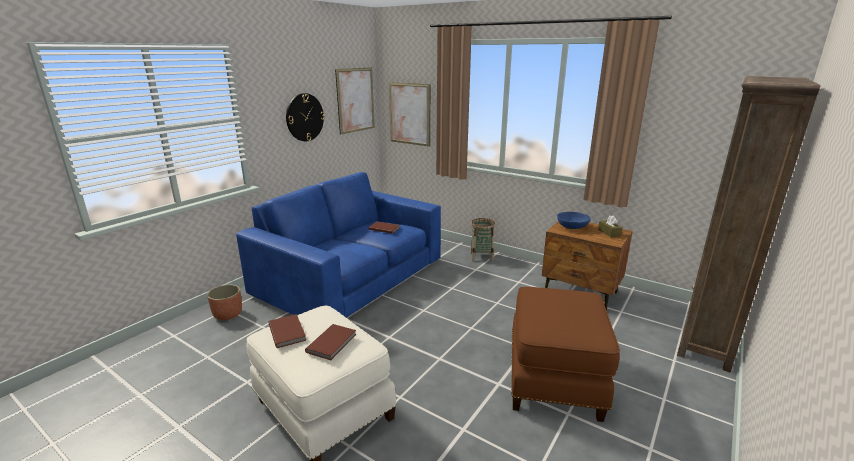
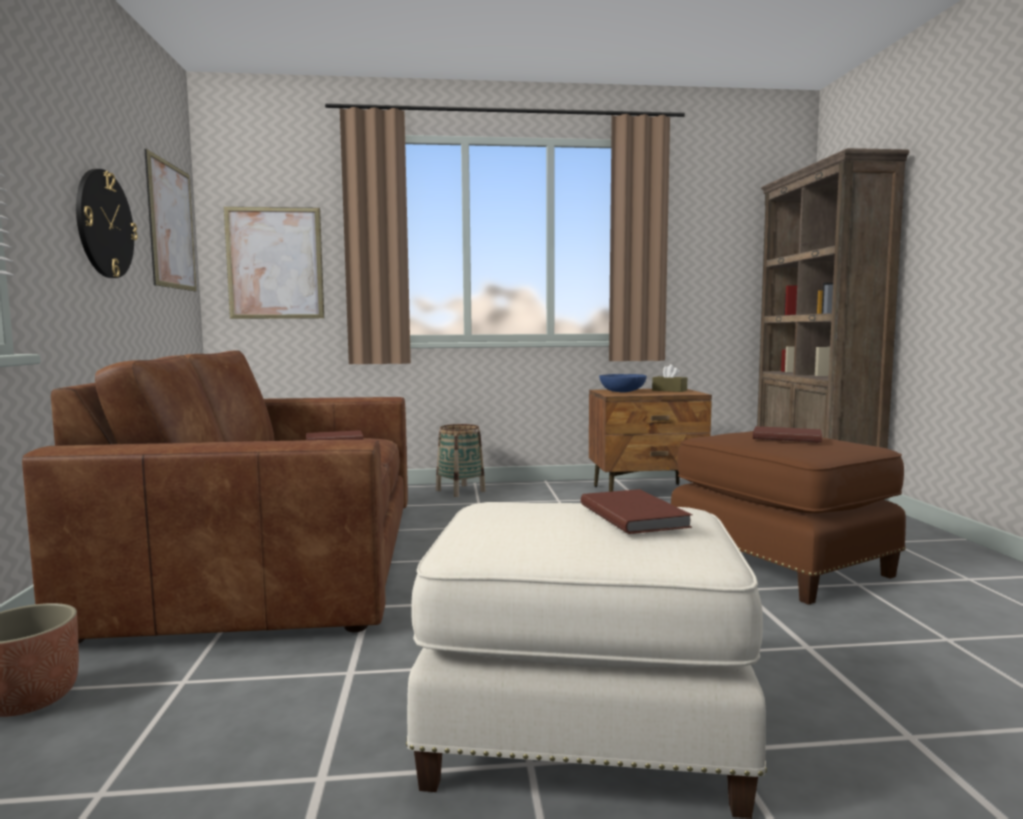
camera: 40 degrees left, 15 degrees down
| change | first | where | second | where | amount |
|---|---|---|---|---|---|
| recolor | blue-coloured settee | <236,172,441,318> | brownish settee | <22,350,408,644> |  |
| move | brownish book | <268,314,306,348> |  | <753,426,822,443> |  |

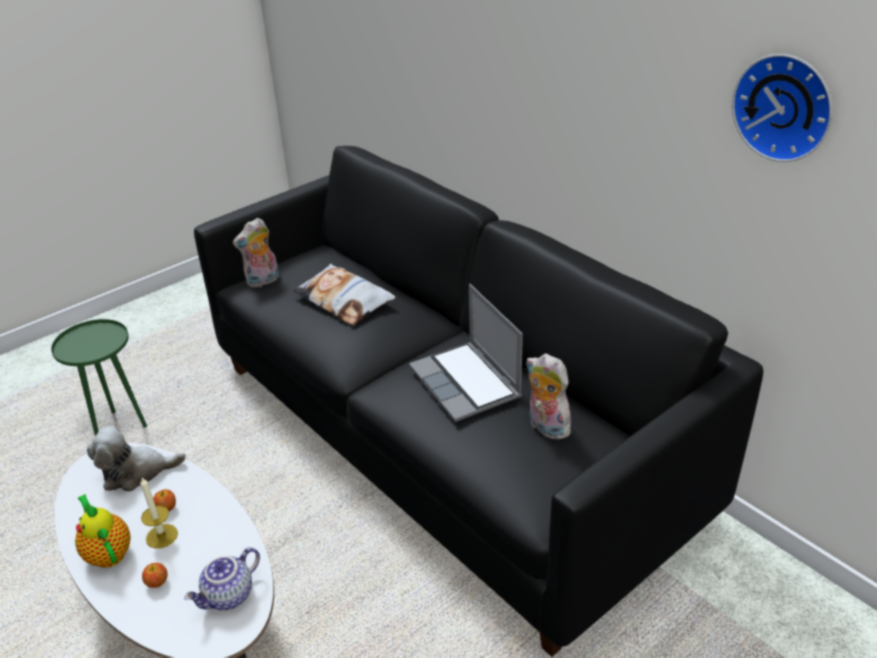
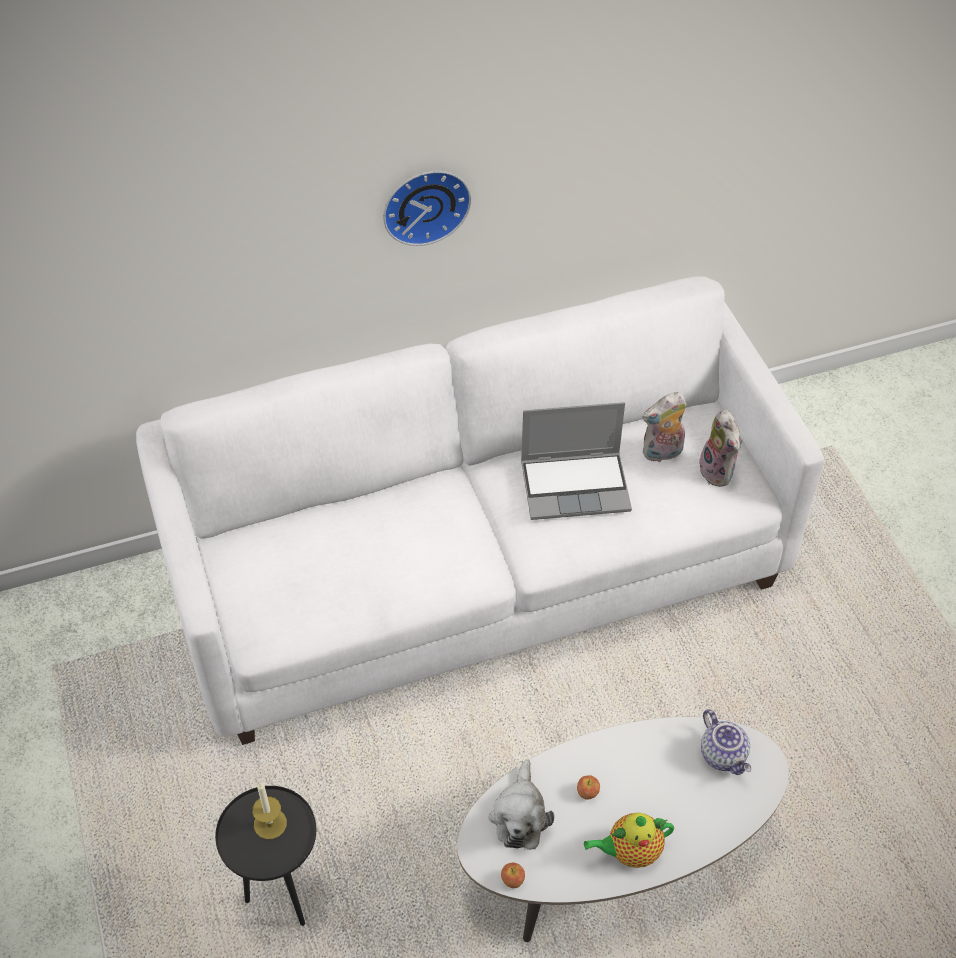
camera: 70 degrees left, 15 degrees up
| change | first | where | second | where | amount |
|---|---|---|---|---|---|
| recolor | greenish accent table | <51,319,147,436> | blackish accent table | <215,786,316,926> |  |
| move | wax candle | <140,478,178,549> |  | <252,782,287,839> |  |
| move | apple fruit | <142,563,168,588> |  | <501,863,525,888> |  |
| recolor | blackish settee | <194,146,763,657> | white settee | <136,276,824,745> |  |
| move | cuddly toy | <233,218,279,288> |  | <699,409,742,487> |  |
| delete | pillow | <293,264,395,325> |  |  |  |
| move | hanging clock | <732,54,833,162> |  | <383,171,471,246> |  |

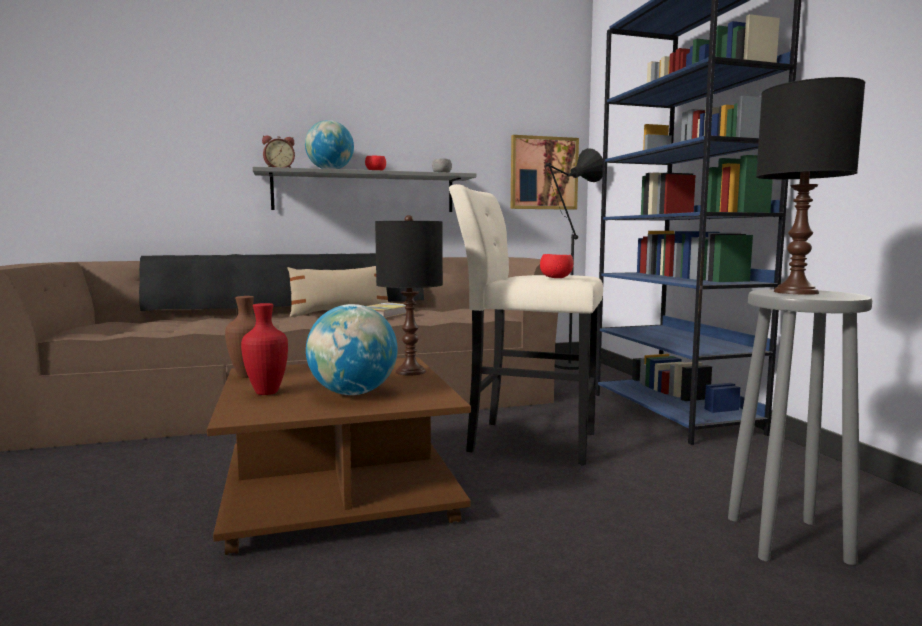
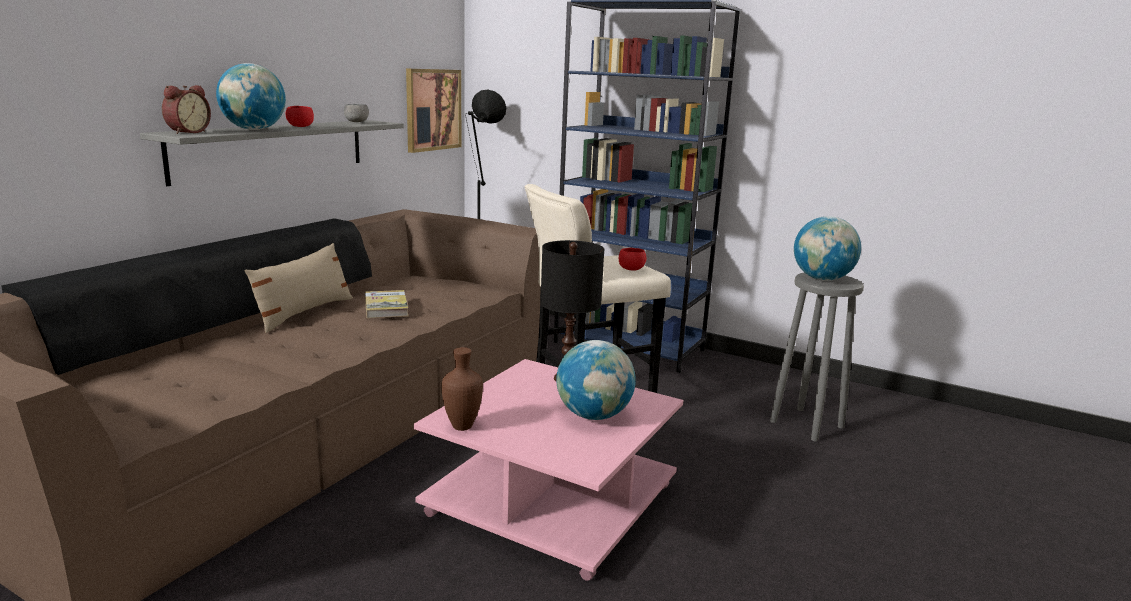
camera: 45 degrees left, 10 degrees up
| change | first | where | second | where | amount |
|---|---|---|---|---|---|
| recolor | brownish lounge table | <207,357,471,555> | pinkish lounge table | <414,359,683,581> |  |
| delete | reddish decorative vase | <241,303,288,395> |  |  |  |
| replace | blackish lamp for a table | <756,77,865,295> | desk globe | <794,216,861,280> |  |

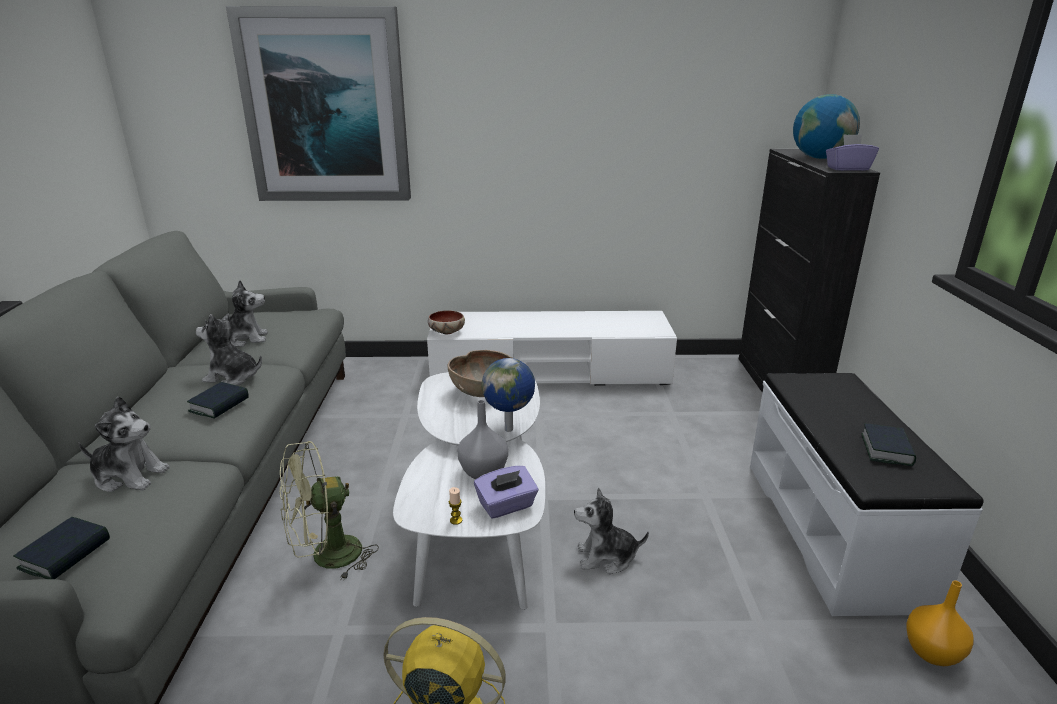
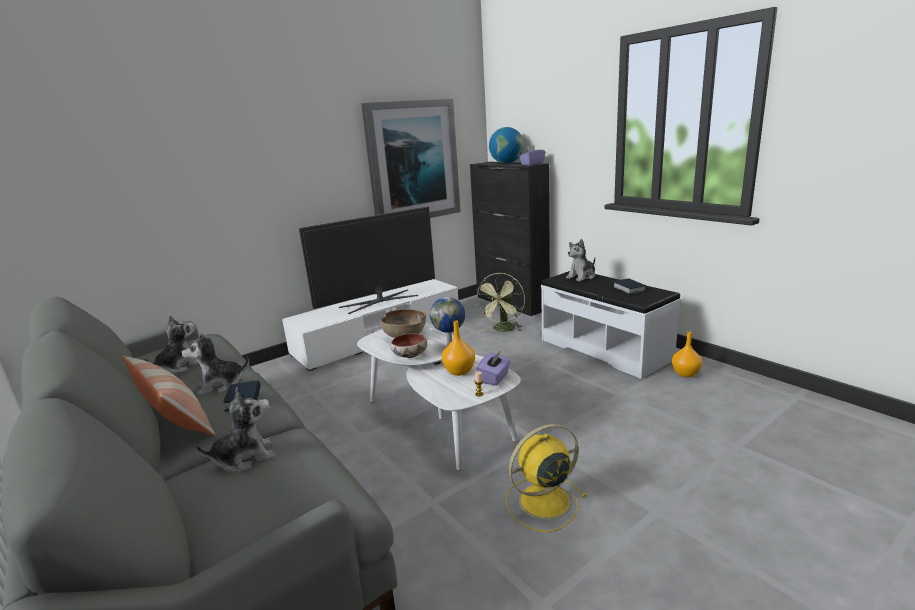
camera: 35 degrees left, 5 degrees down
| change | first | where | second | where | amount |
|---|---|---|---|---|---|
| delete | book | <14,517,110,579> |  |  |  |
| move | picture | <226,6,411,201> |  | <361,99,461,218> |  |
| move | greenish fan | <279,441,379,581> |  | <475,273,525,332> |  |
| move | deep dish | <428,310,465,335> |  | <390,334,427,358> |  |
| recolor | grey decorative vase | <458,400,508,479> | orange decorative vase | <442,320,475,376> |  |
| move | cuddly toy | <574,488,649,574> |  | <566,239,595,282> |  |
| insert |  |  | pillow | <122,355,215,436> |  |
| insert |  |  | TV | <299,206,435,314> |  |

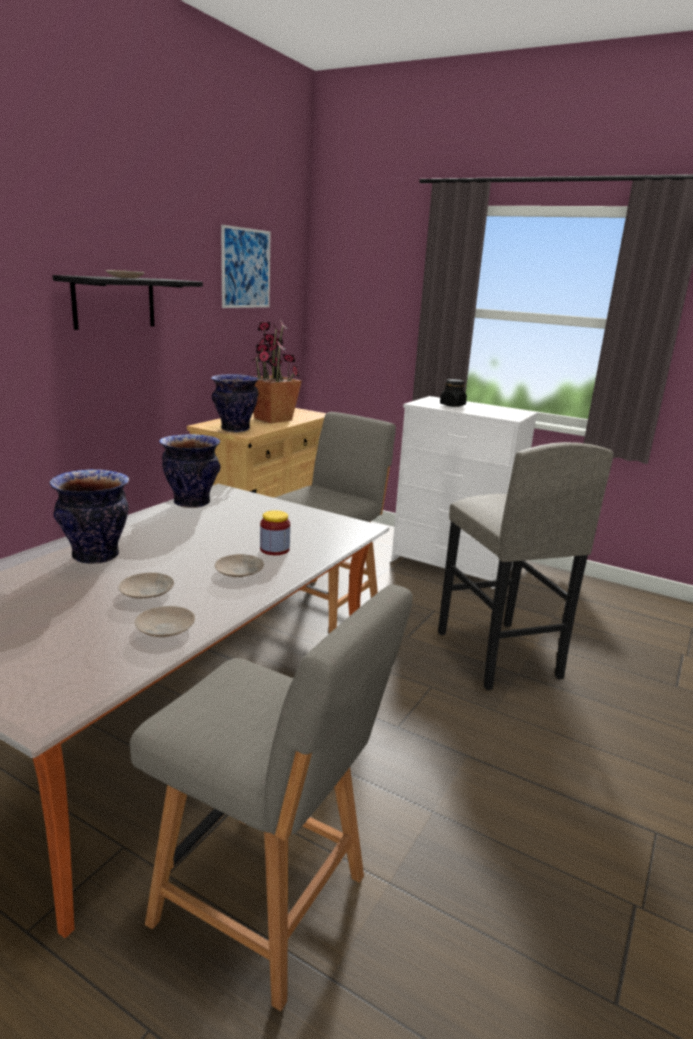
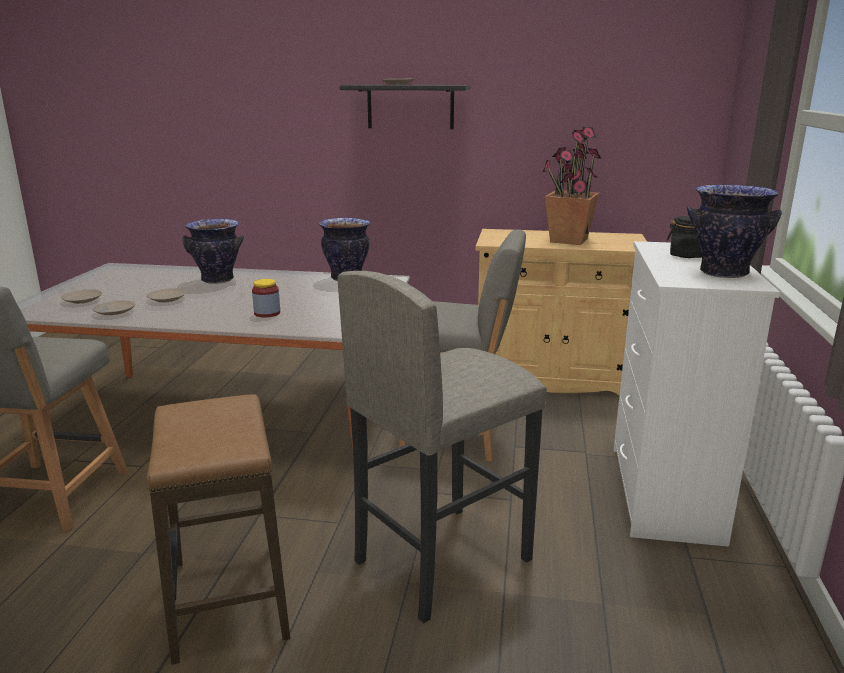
camera: 70 degrees right, 0 degrees up
| change | first | where | second | where | amount |
|---|---|---|---|---|---|
| move | decorative vase | <211,374,259,432> |  | <687,185,782,278> |  |
| move | beige-coloured dinner plate | <215,554,264,577> |  | <61,289,102,304> |  |
| delete | picture | <221,225,271,308> |  |  |  |
| insert |  |  | stool seat | <147,394,290,665> |  |

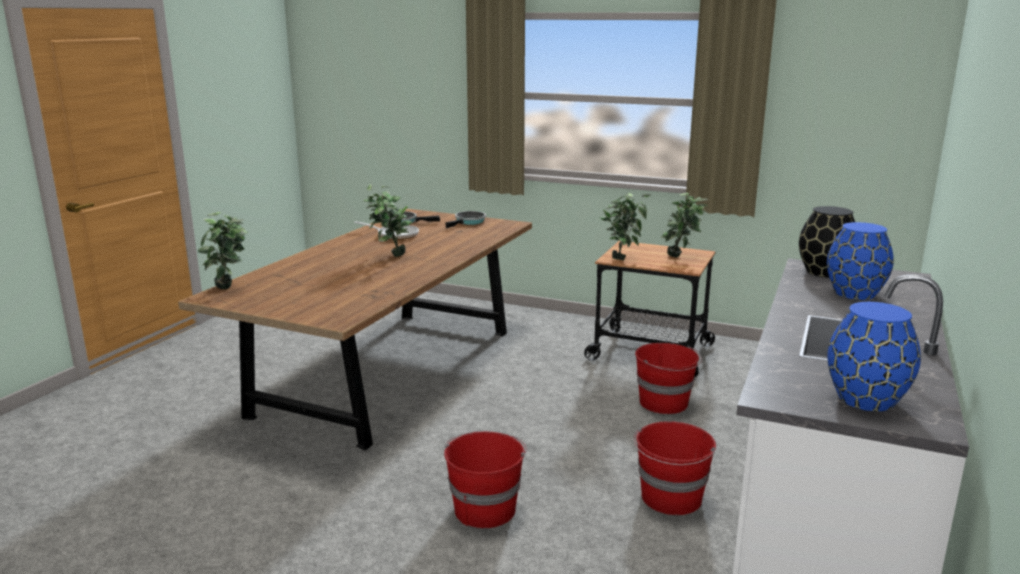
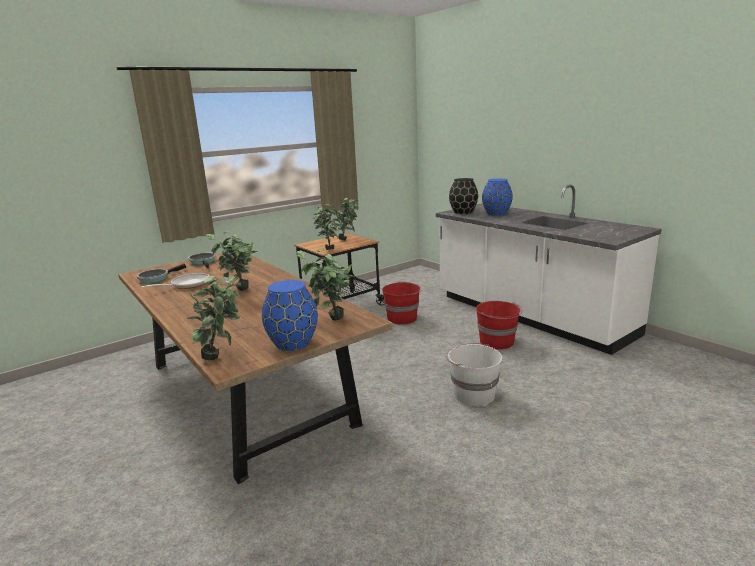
camera: 60 degrees left, 0 degrees up
| change | first | where | second | where | amount |
|---|---|---|---|---|---|
| recolor | reddish bucket | <444,431,527,528> | white bucket | <446,343,502,407> |  |
| move | blue-coloured decorative vase | <827,302,921,411> |  | <262,280,318,351> |  |
| insert |  |  | potted plant | <297,250,356,321> |  |

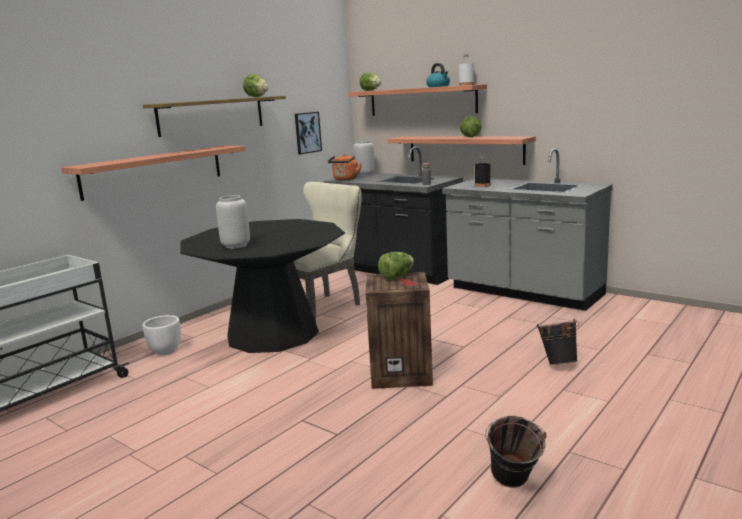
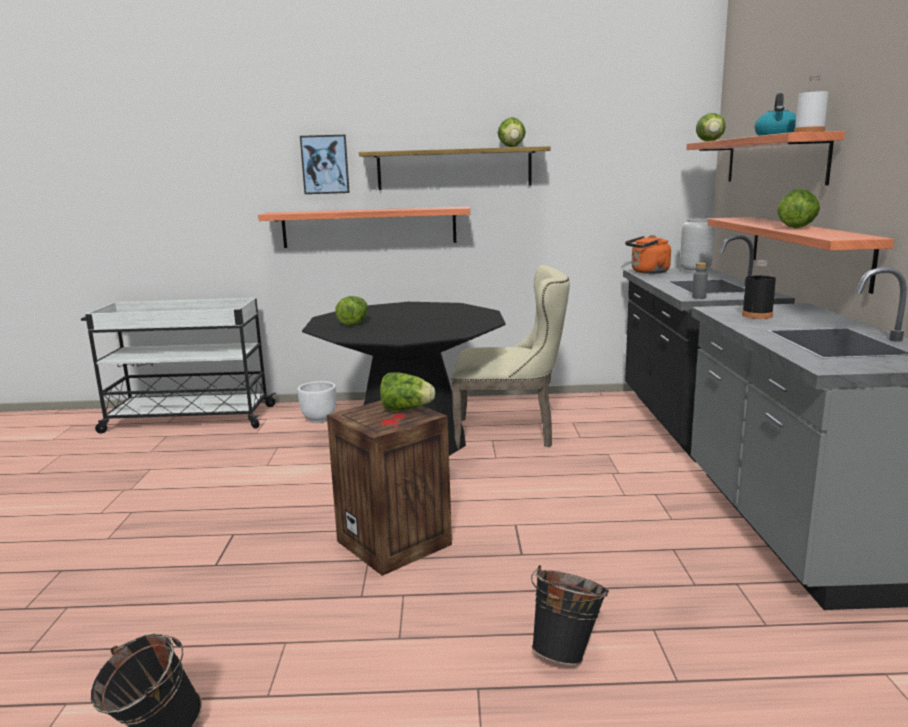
camera: 50 degrees right, 0 degrees up
| change | first | where | second | where | amount |
|---|---|---|---|---|---|
| replace | grey decorative vase | <216,195,250,249> | lettuce | <335,296,368,326> |  |
| move | picture | <295,112,322,155> |  | <300,135,350,194> |  |

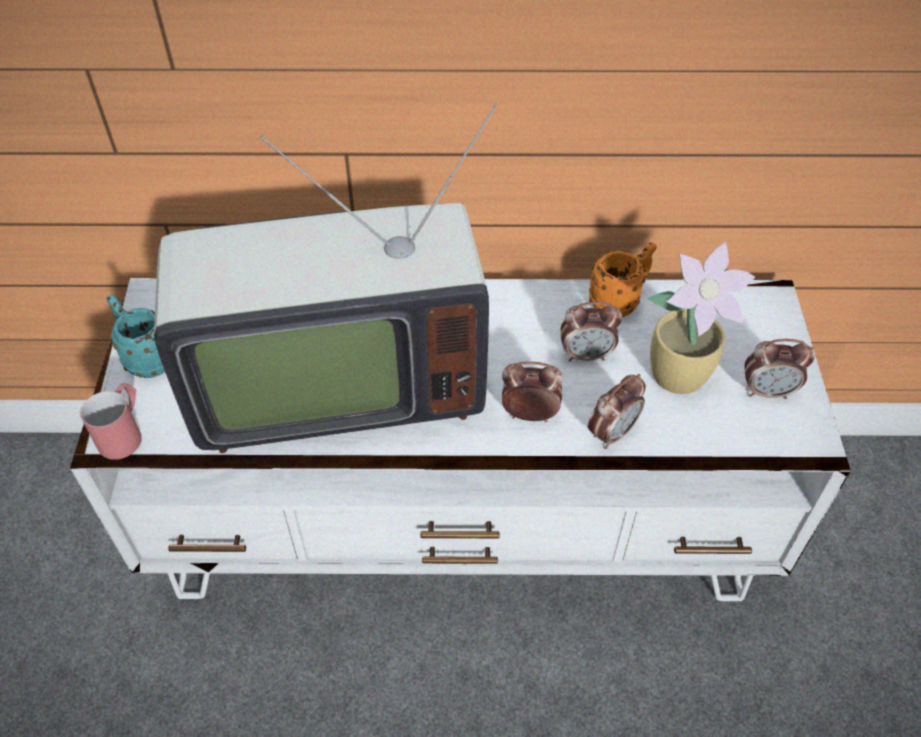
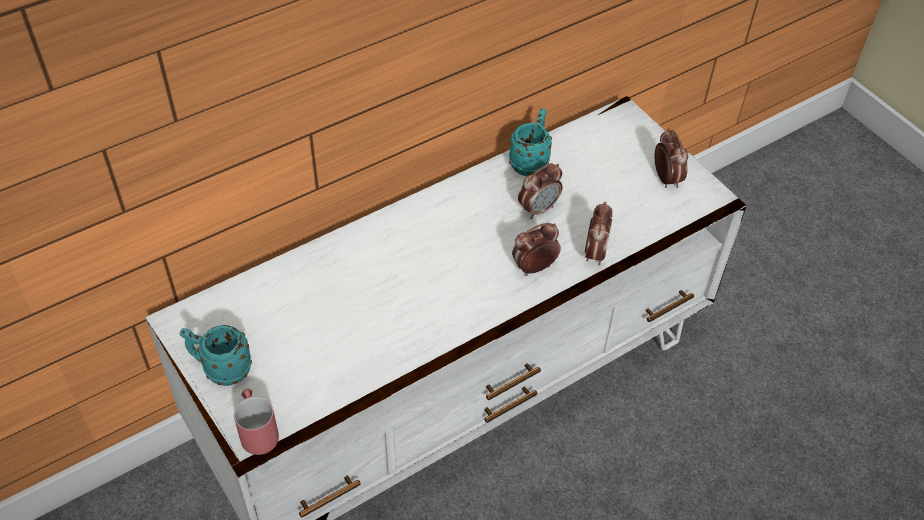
camera: 35 degrees left, 0 degrees up
| change | first | where | second | where | amount |
|---|---|---|---|---|---|
| delete | TV | <154,103,498,453> |  |  |  |
| recolor | orange tea mug | <589,242,657,317> | blue-green tea mug | <509,108,552,176> |  |
| delete | potted plant | <647,242,755,394> |  |  |  |
| rotate | bedside clock | <744,339,815,399> |  | <655,128,688,188> | 75 degrees counterclockwise |

